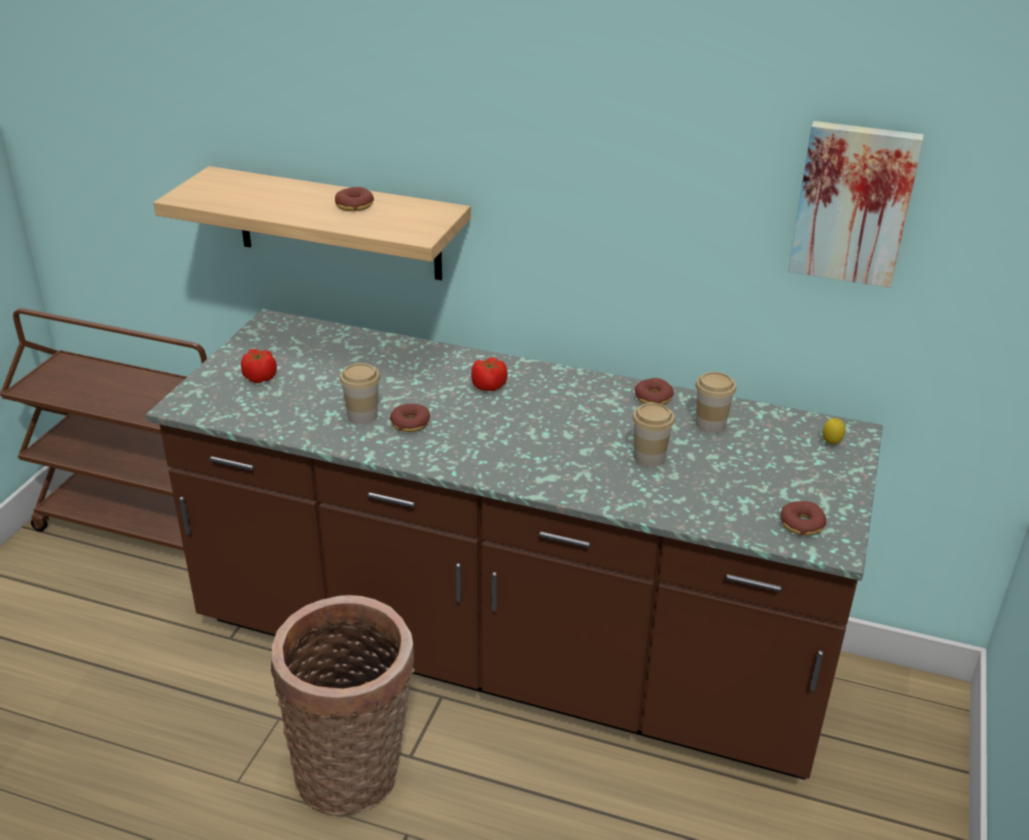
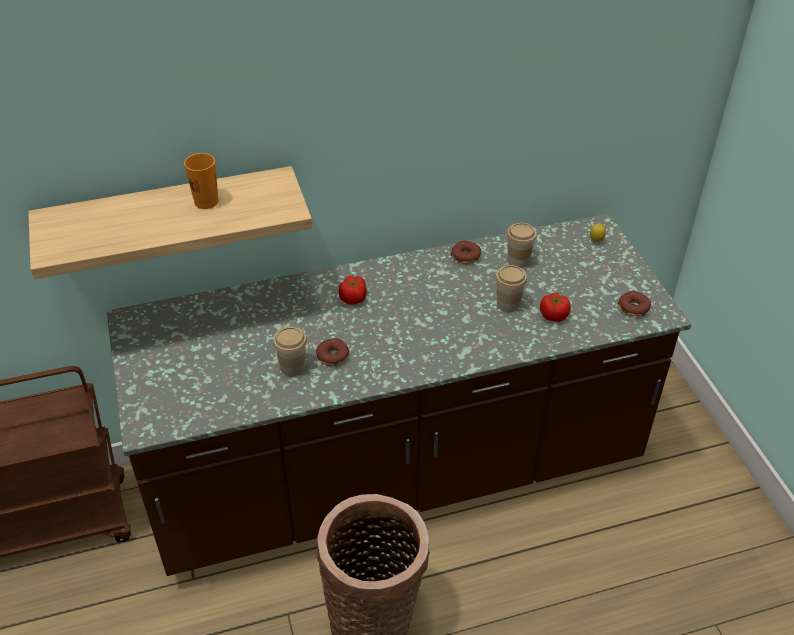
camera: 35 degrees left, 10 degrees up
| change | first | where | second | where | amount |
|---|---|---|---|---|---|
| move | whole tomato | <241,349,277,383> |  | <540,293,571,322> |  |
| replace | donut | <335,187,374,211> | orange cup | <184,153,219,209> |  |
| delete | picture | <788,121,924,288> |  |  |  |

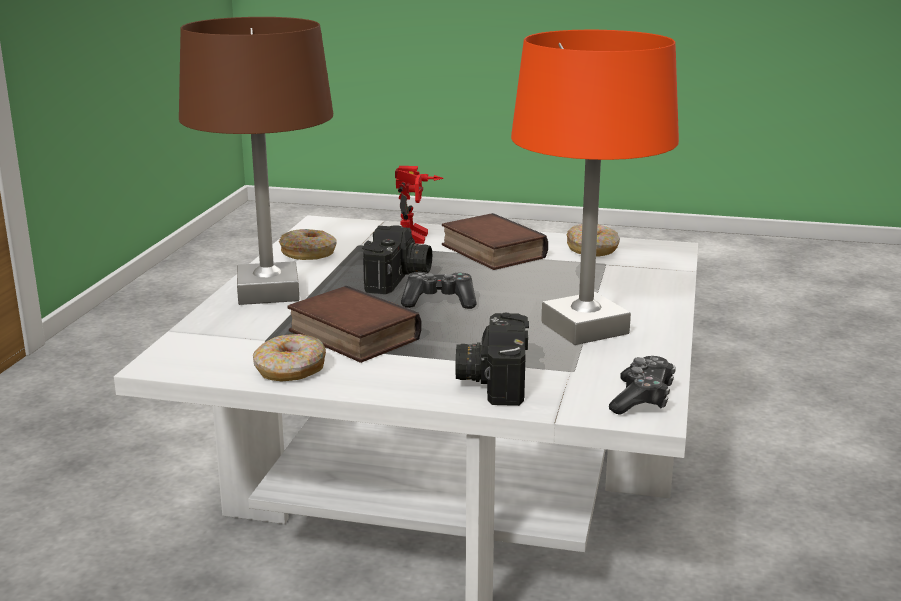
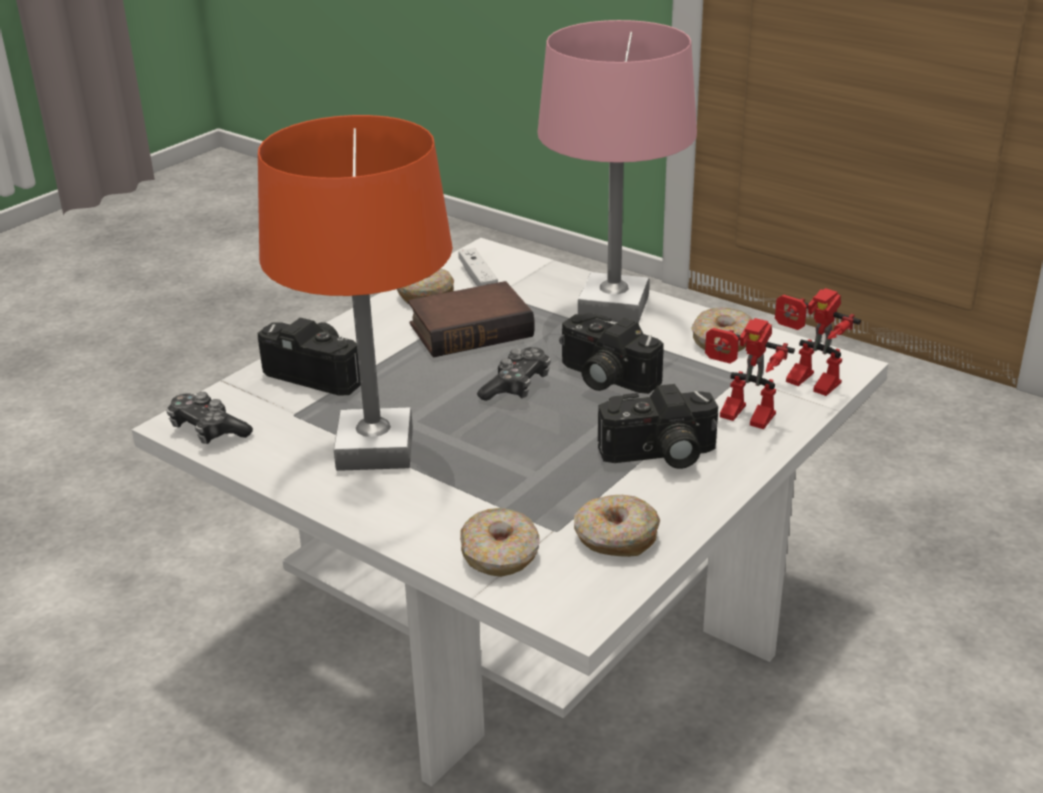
camera: 115 degrees right, 10 degrees up
| change | first | where | second | where | amount |
|---|---|---|---|---|---|
| recolor | brownish lamp for a table | <179,17,333,305> | pinkish lamp for a table | <538,20,697,323> |  |
| replace | book | <442,213,548,270> | still camera | <598,384,718,469> |  |
| insert |  |  | white game controller | <459,248,498,287> |  |
| insert |  |  | donut | <460,508,540,577> |  |
| insert |  |  | toy robot | <775,288,861,396> |  |

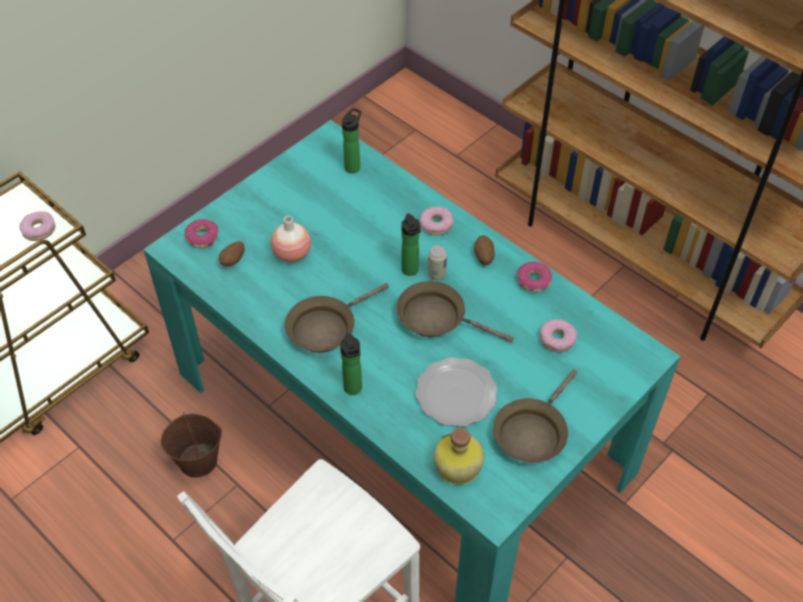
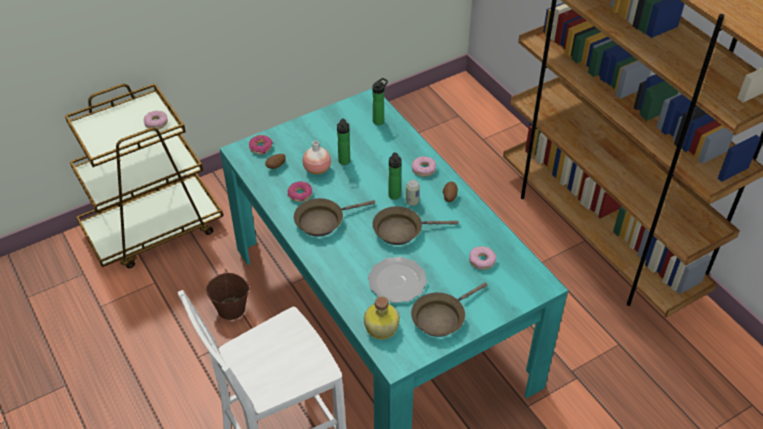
camera: 15 degrees right, 5 degrees down
| change | first | where | second | where | amount |
|---|---|---|---|---|---|
| move | beverage bottle | <340,333,362,395> |  | <337,118,350,165> |  |
| rotate | brownish skillet | <396,281,514,342> |  | <372,206,459,245> | 45 degrees counterclockwise |
| move | donut | <517,262,552,292> |  | <288,181,312,202> |  |

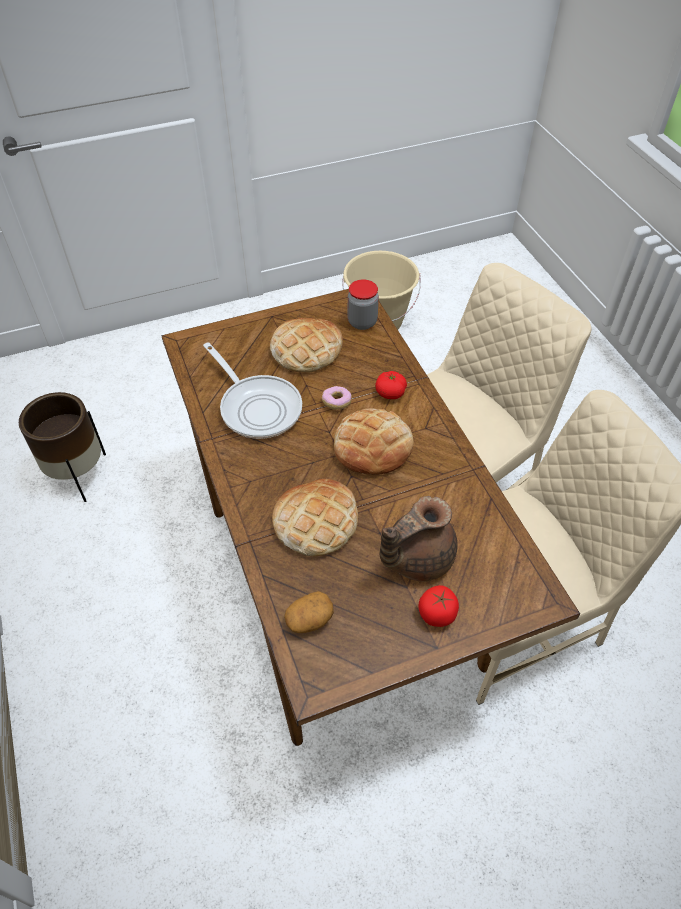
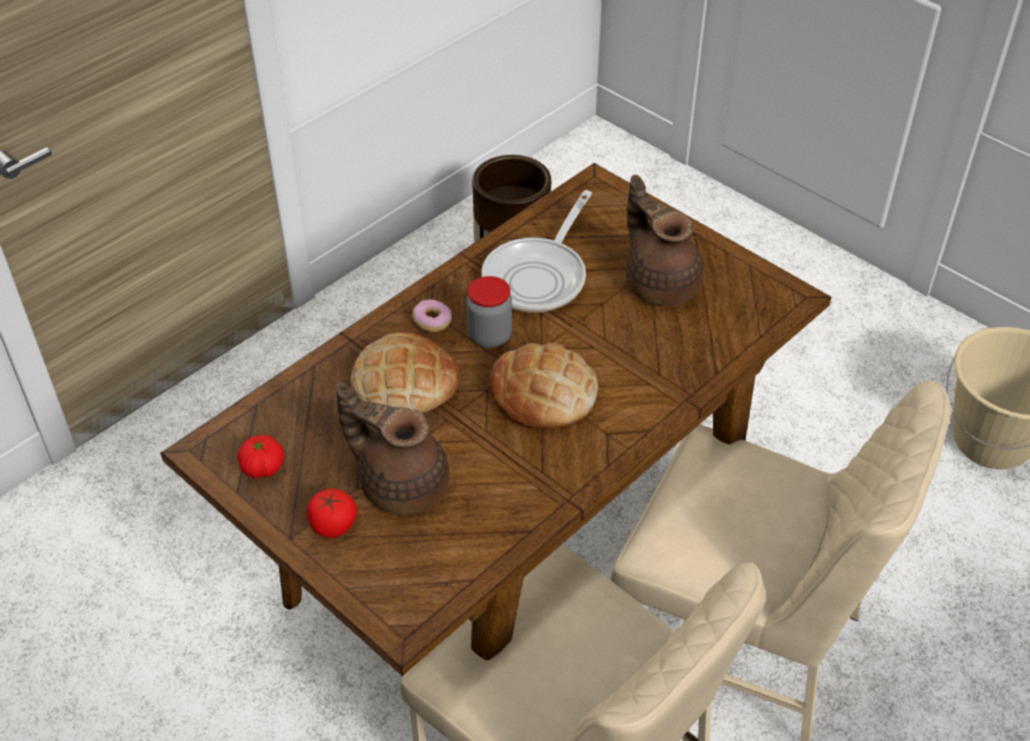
camera: 65 degrees right, 5 degrees down
| change | first | where | second | where | amount |
|---|---|---|---|---|---|
| replace | bakery bread | <270,318,343,372> | brownish teapot | <626,175,704,306> |  |
| delete | spud | <284,591,334,633> |  |  |  |
| move | donut | <322,386,352,410> |  | <412,299,452,332> |  |
| move | jar | <348,279,379,330> |  | <467,276,512,348> |  |
| move | whole tomato | <375,371,407,399> |  | <237,435,285,478> |  |

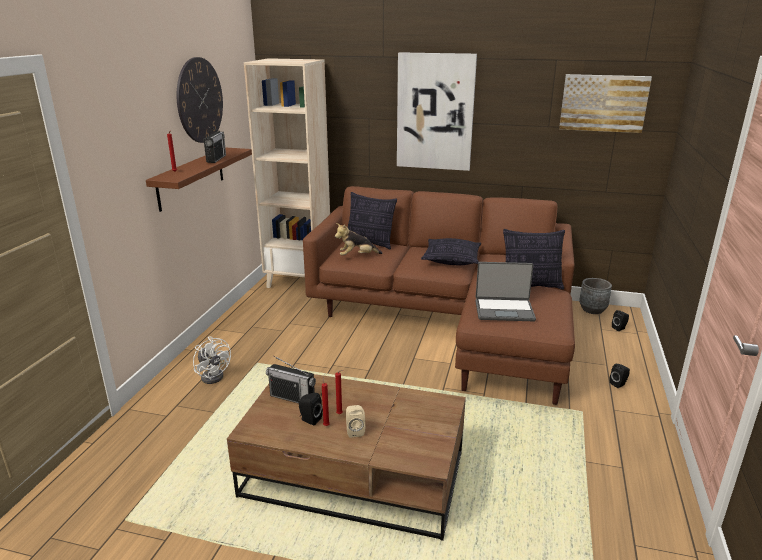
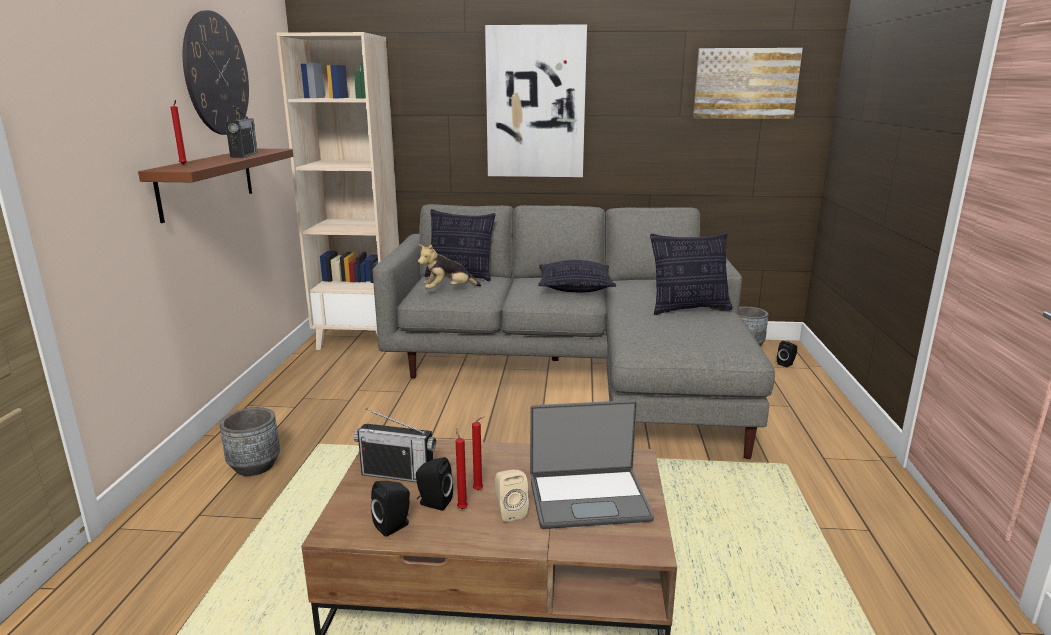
camera: 10 degrees left, 5 degrees down
| change | first | where | second | where | amount |
|---|---|---|---|---|---|
| replace | white fan | <193,336,231,384> | grey plant pot | <219,407,280,476> |  |
| recolor | brownish settee | <303,186,575,405> | grey settee | <373,204,775,459> |  |
| move | portable computer | <476,262,536,321> |  | <530,400,654,529> |  |
| move | blackish audio speaker | <610,364,630,388> |  | <371,481,410,537> |  |

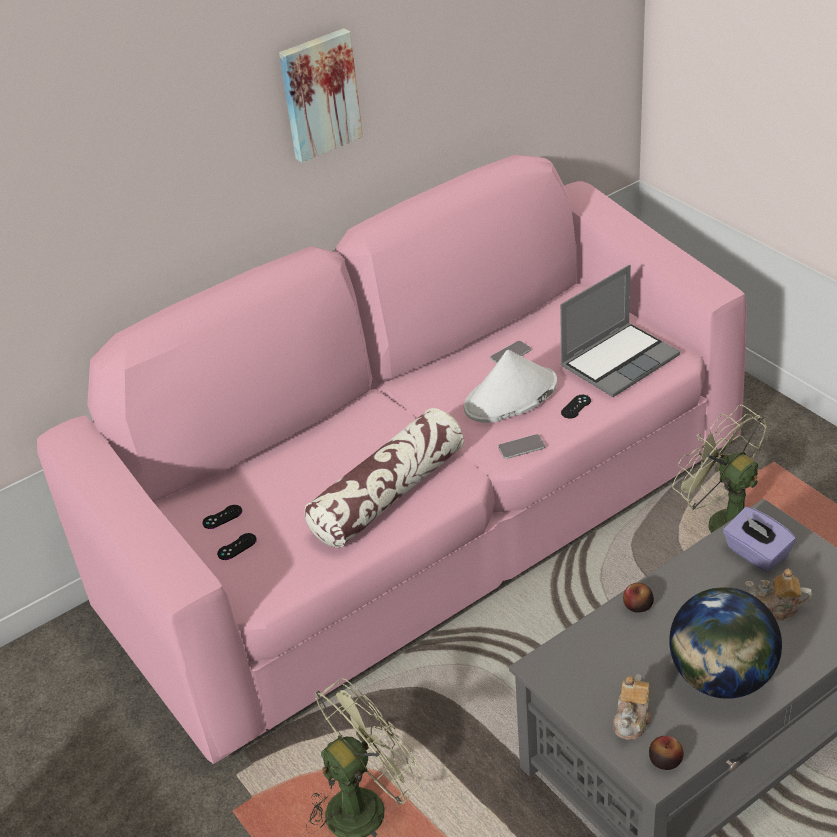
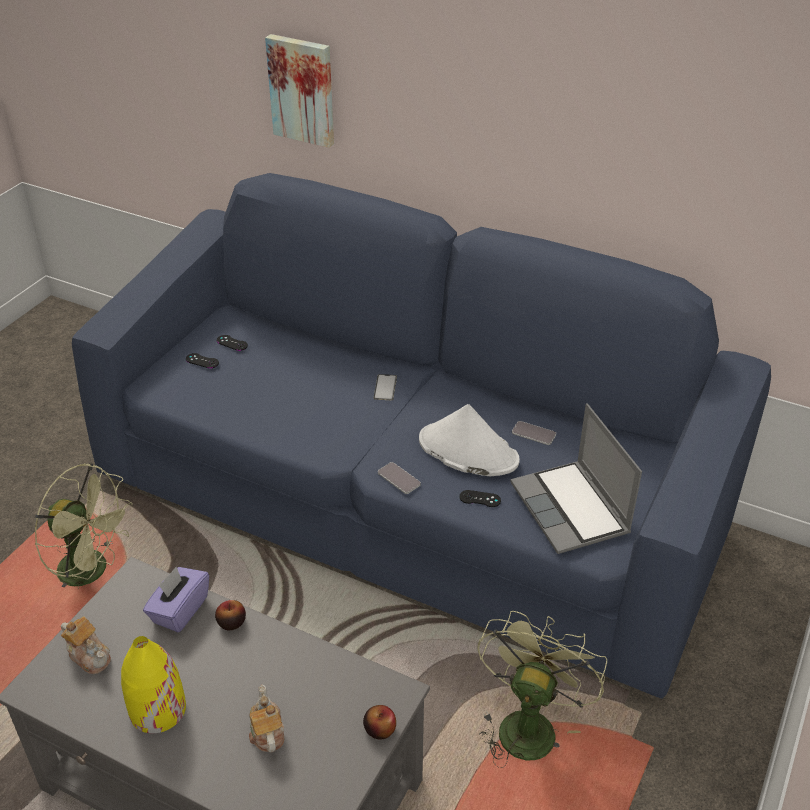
camera: 60 degrees right, 0 degrees up
| change | first | where | second | where | amount |
|---|---|---|---|---|---|
| recolor | pinkish settee | <37,155,746,764> | blue-coloured settee | <72,173,771,699> |  |
| move | picture | <279,28,363,162> |  | <265,34,334,148> |  |
| delete | pillow | <305,408,464,548> |  |  |  |
| rotate | portable computer | <560,265,680,397> |  | <511,403,642,554> | 45 degrees clockwise |
| rotate | teapot | <613,674,652,740> |  | <61,617,111,674> | 135 degrees counterclockwise |
| move | apple fruit | <649,736,684,770> |  | <363,705,396,739> |  |
| replace | desk globe | <669,587,782,699> | yellow-coloured decorative vase | <121,636,186,733> |  |
| move | purple-coloured tissue holder | <723,507,796,572> |  | <143,567,209,633> |  |
| insert |  |  | phone | <374,374,397,400> |  |

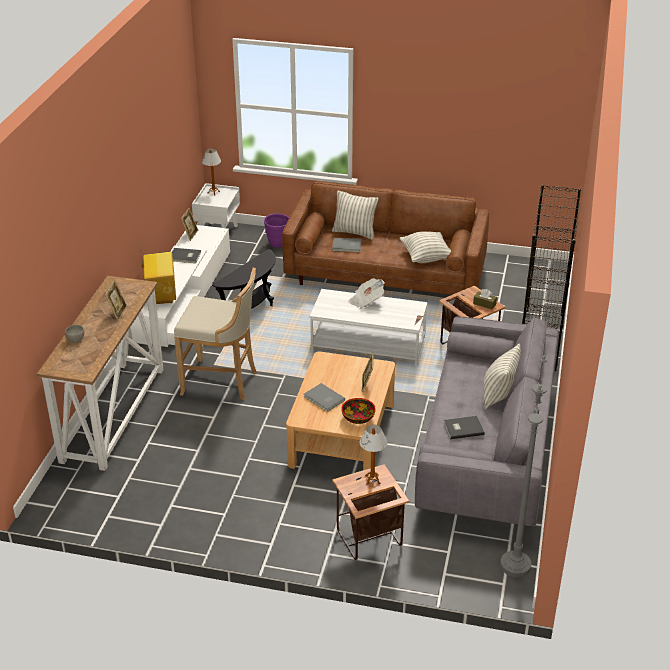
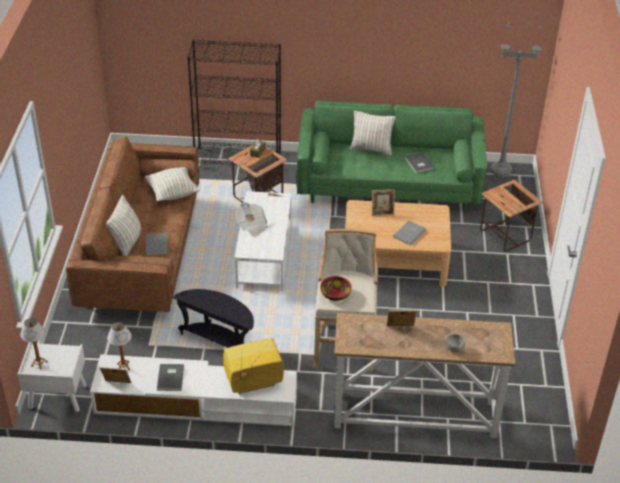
camera: 100 degrees left, 5 degrees up
| change | first | where | second | where | amount |
|---|---|---|---|---|---|
| delete | purple-coloured plant pot | <264,213,289,247> |  |  |  |
| move | deep dish | <341,398,376,424> |  | <320,276,352,301> |  |
| move | lamp for a table | <360,425,388,485> |  | <107,322,132,370> |  |
| recolor | grey settee | <415,317,559,526> | greenish settee | <297,100,487,211> |  |

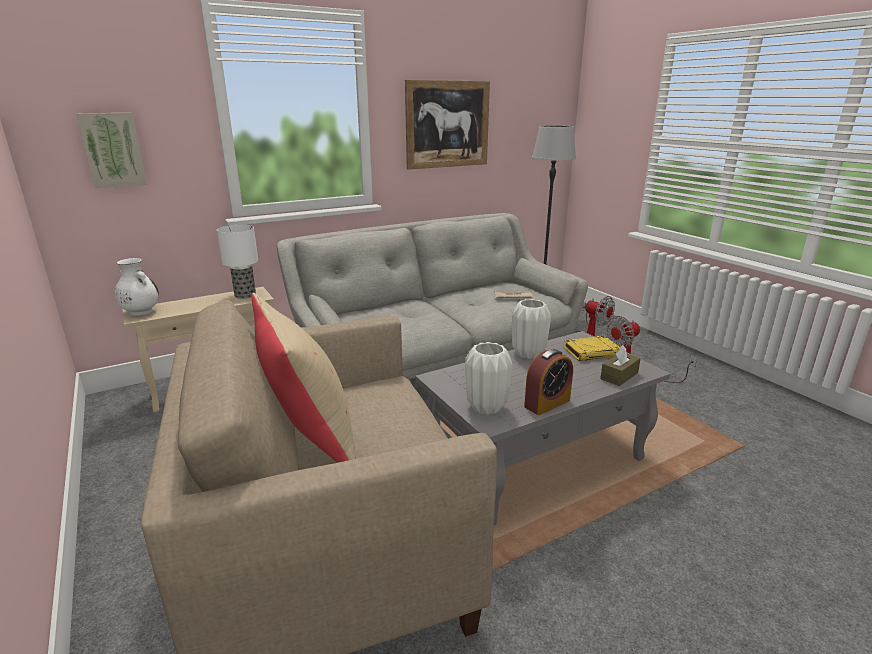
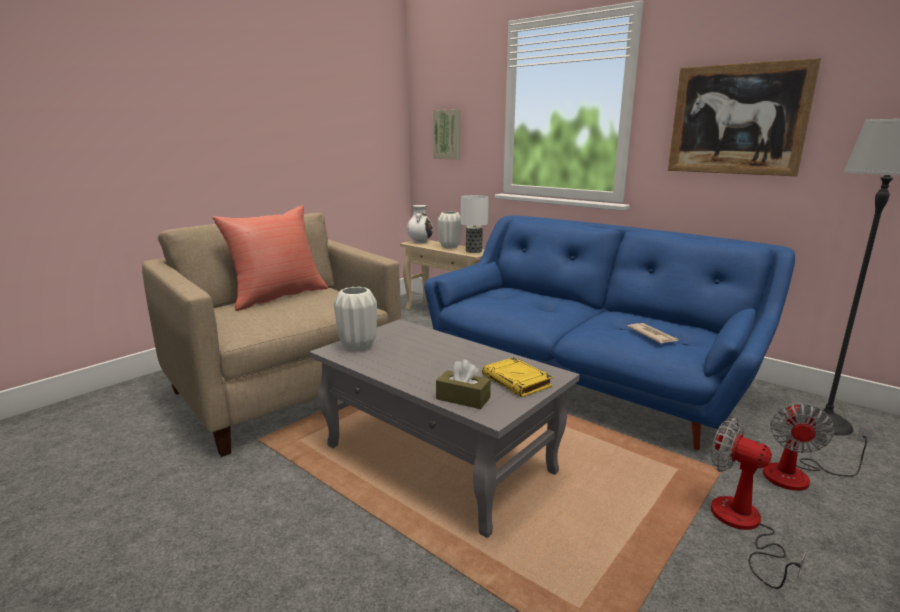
camera: 70 degrees right, 5 degrees down
| change | first | where | second | where | amount |
|---|---|---|---|---|---|
| recolor | beige-coloured pillow | <251,293,356,463> | reddish pillow | <212,205,328,311> |  |
| recolor | grey settee | <277,213,588,380> | blue-coloured settee | <424,215,795,450> |  |
| move | white decorative vase | <512,299,551,359> |  | <438,212,462,249> |  |
| delete | bedside clock | <524,349,573,415> |  |  |  |

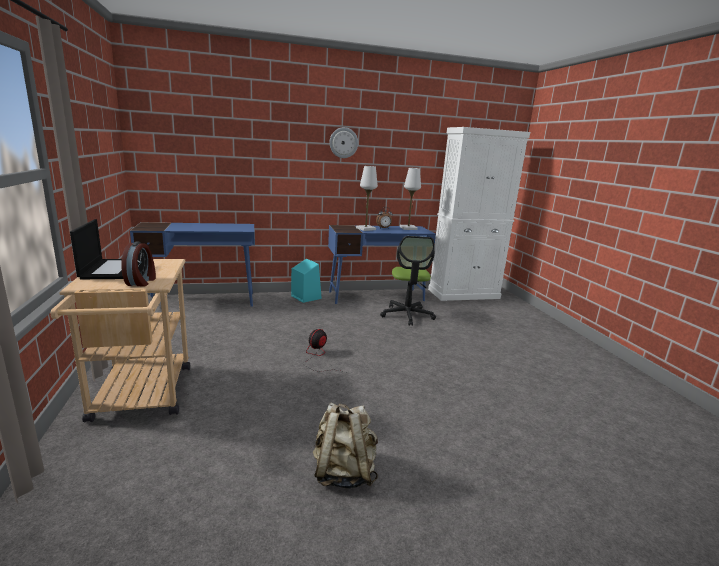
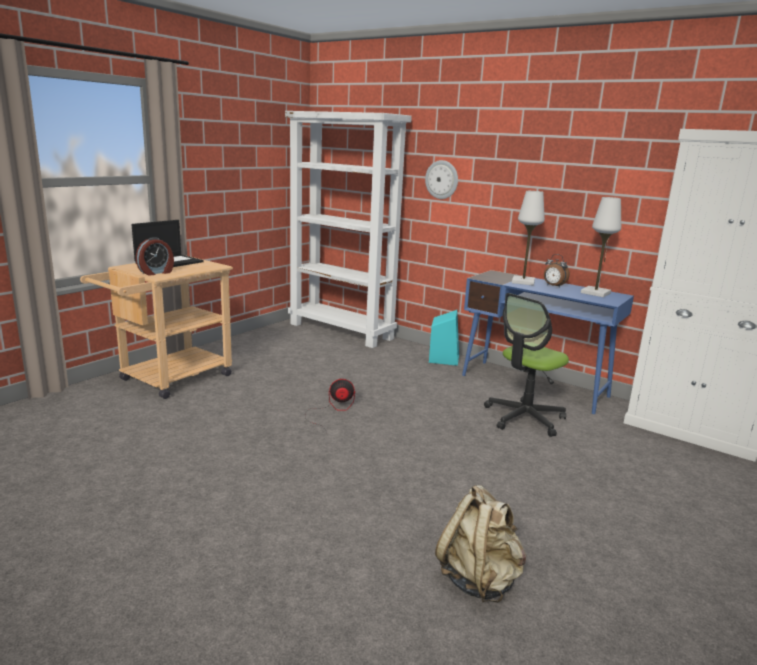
camera: 50 degrees right, 0 degrees up
| change | first | where | second | where | amount |
|---|---|---|---|---|---|
| replace | blue-coloured desk | <130,222,255,307> | white shelving unit | <285,111,412,348> |  |
| move | beige-coloured knapsack | <313,403,378,489> |  | <435,485,526,603> |  |
| move | hanging clock | <329,127,358,158> |  | <425,160,458,199> |  |

